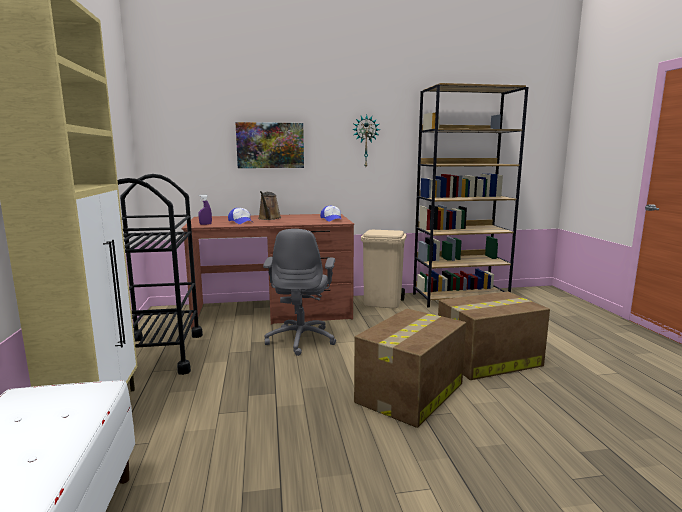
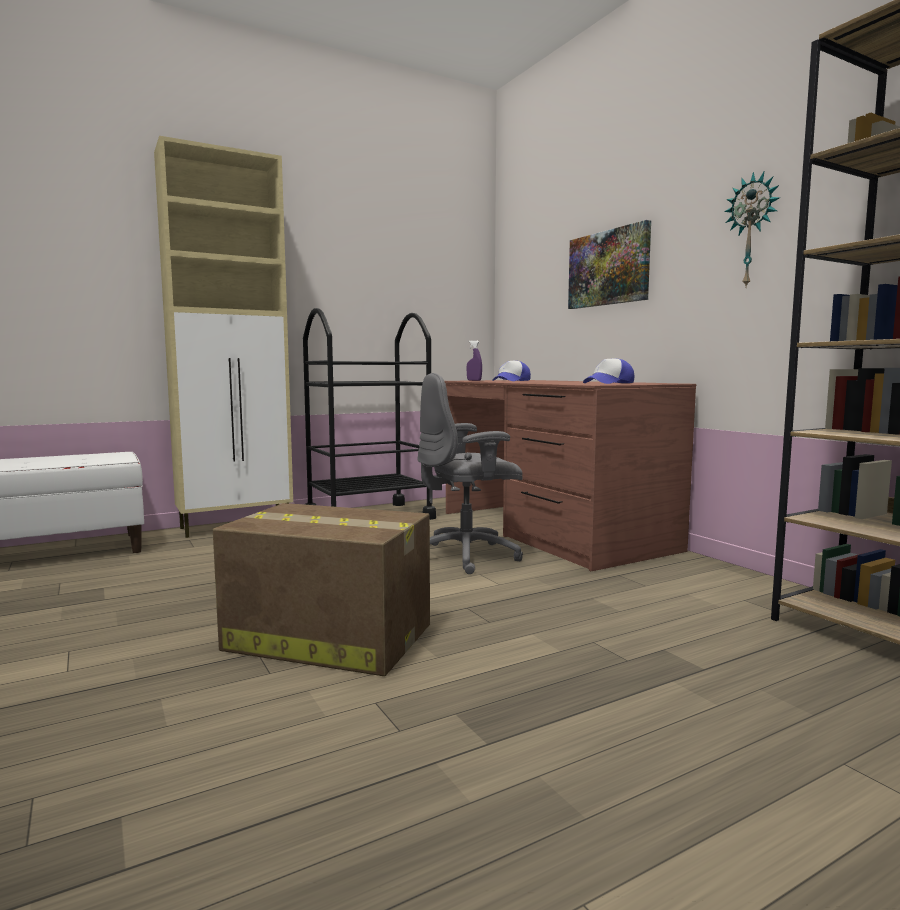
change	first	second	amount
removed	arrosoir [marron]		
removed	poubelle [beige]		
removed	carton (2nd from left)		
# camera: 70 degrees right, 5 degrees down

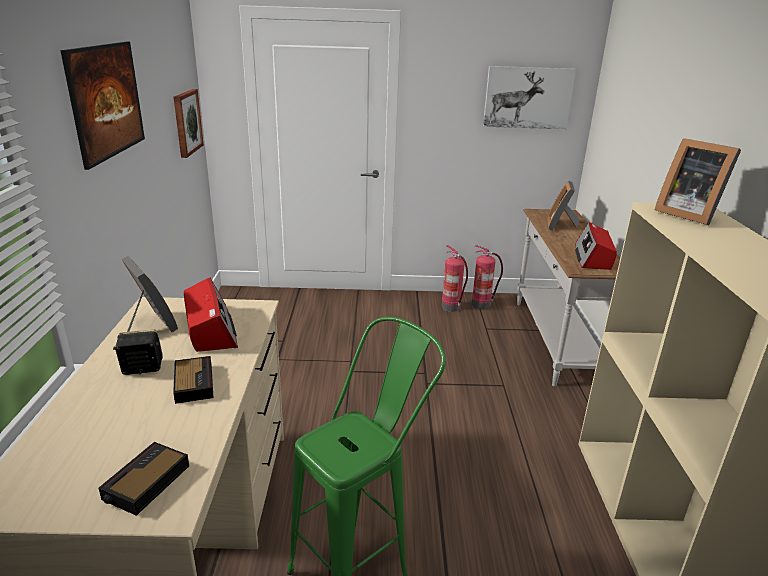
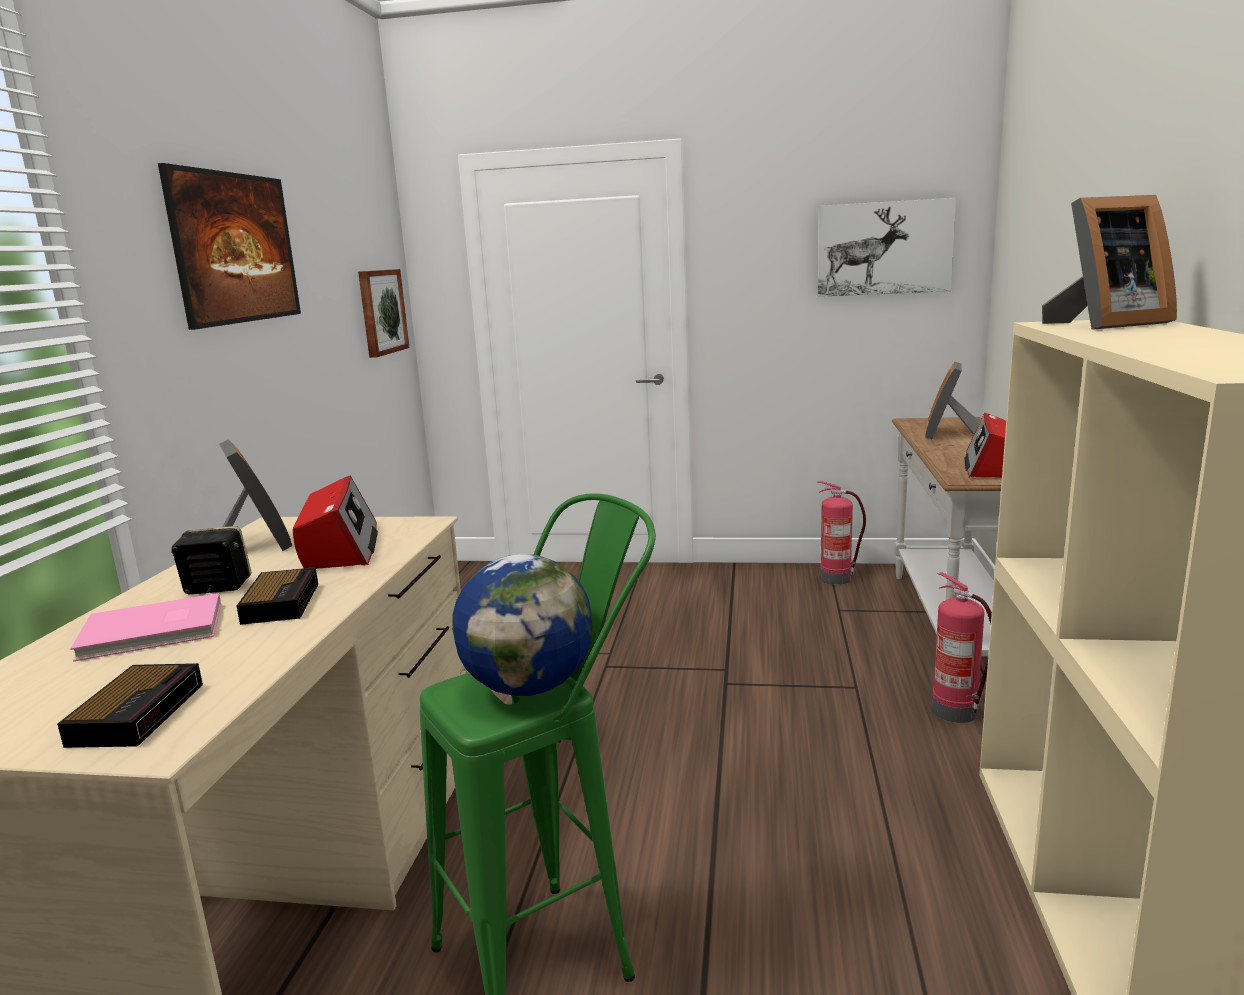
change	first	second	amount
added		livre [rose]	
added		globe	
moved	extincteur (1st from left in the first image)	extincteur (2nd from left)	
turned	réveil (1st from left)		150 degrees clockwise
turned	cadre photo (3rd from left)		75 degrees counterclockwise
# camera: 10 degrees right, 10 degrees down

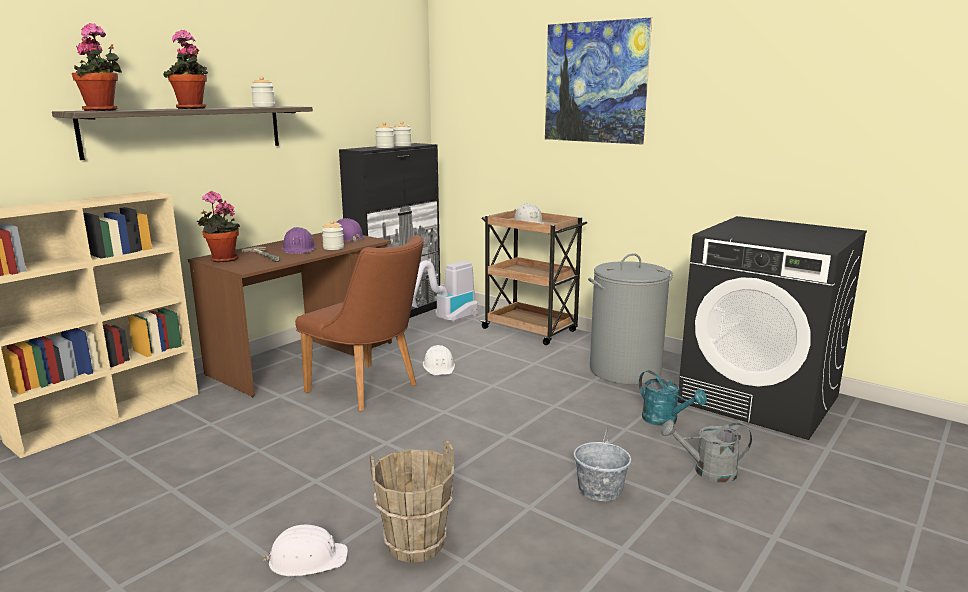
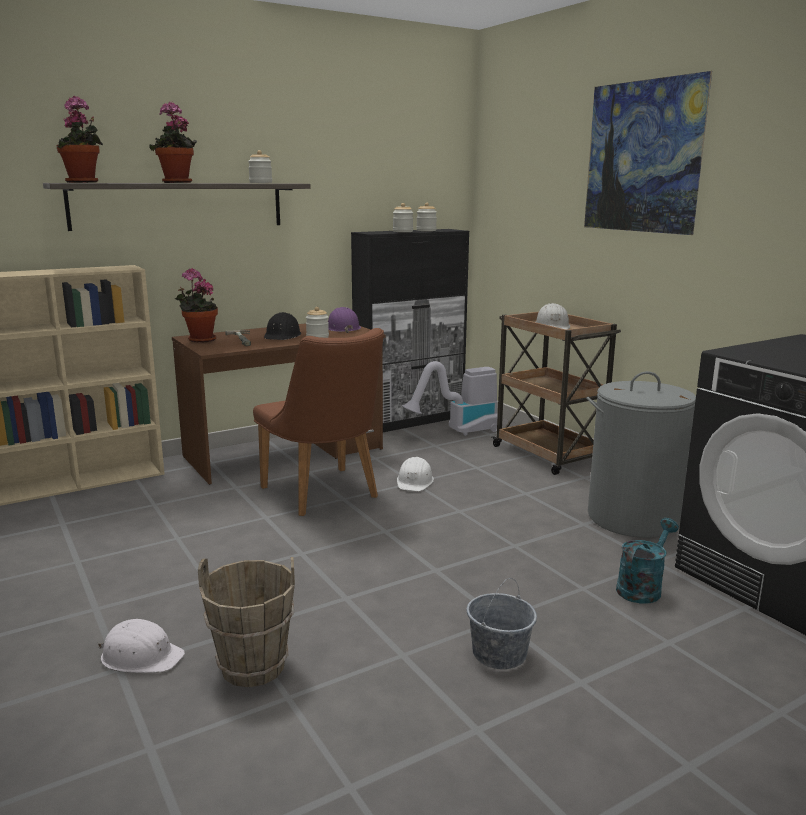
change	first	second	amount
removed	arrosoir [gris]		
recoloured	casque de chantier [violet] (1st from left)	casque de chantier [noir]	
turned	arrosoir [turquoise]		120 degrees counterclockwise
# camera: 20 degrees right, 0 degrees up

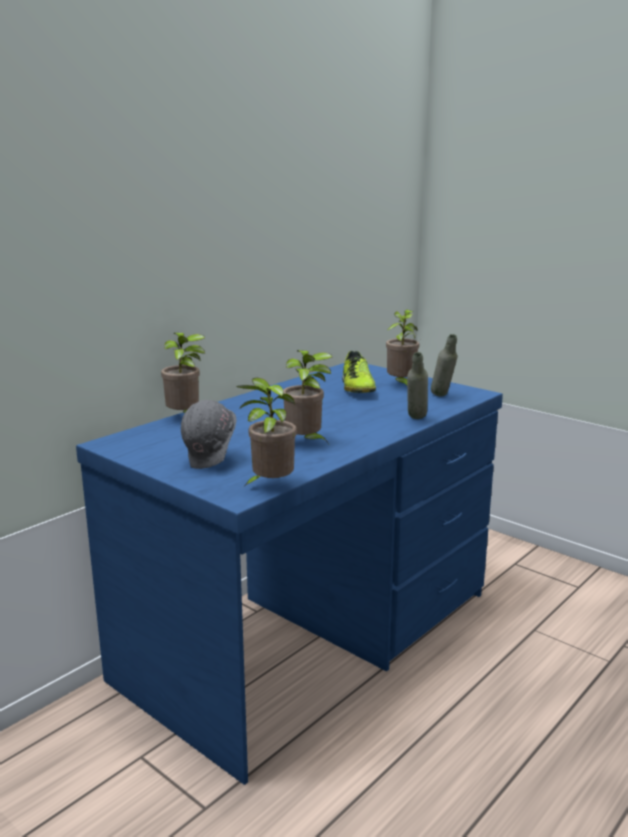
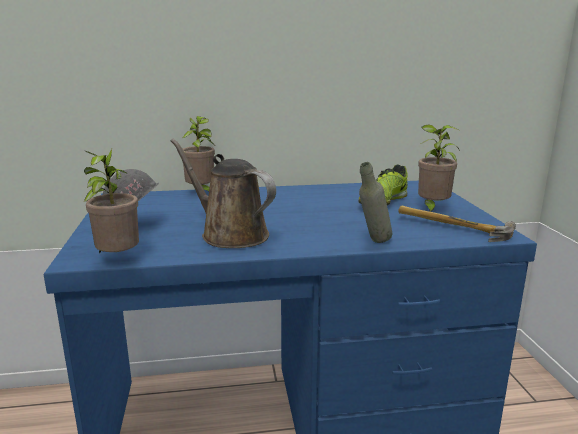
change	first	second	amount
replaced	plante en pot (3rd from left)	arrosoir [marron]	
replaced	bouteille [gris] (2nd from left)	marteau	
# camera: 40 degrees right, 0 degrees up

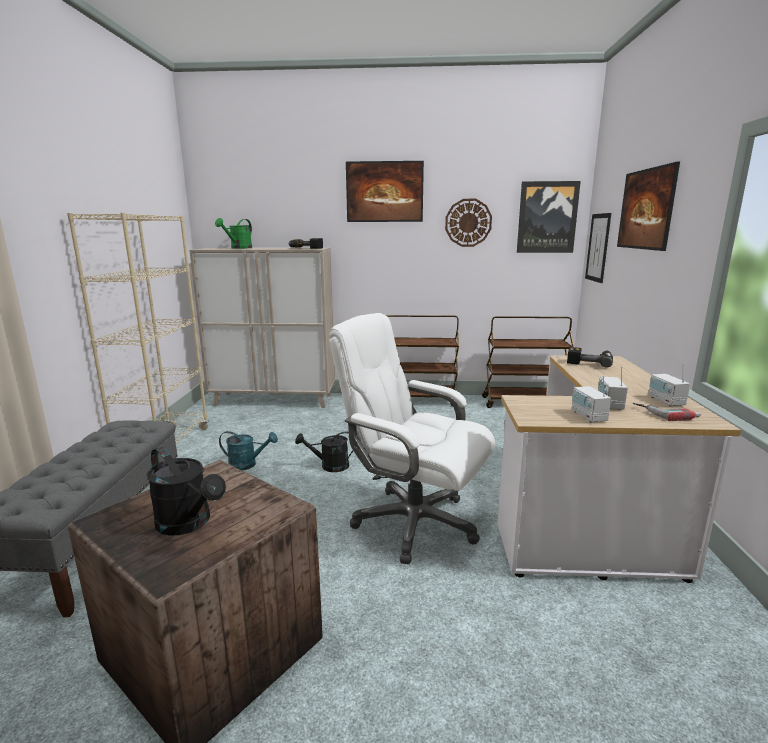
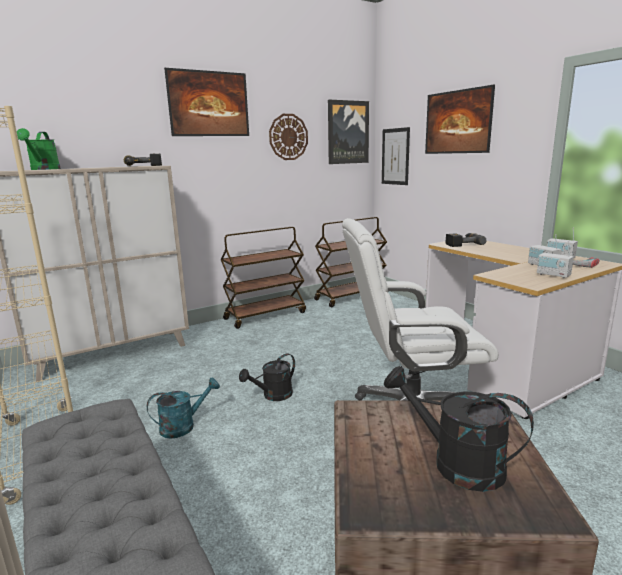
change	first	second	amount
turned	arrosoir [noir] (1st from left in the first image)	arrosoir [noir] (2nd from left)	150 degrees counterclockwise
# camera: 35 degrees left, 0 degrees up

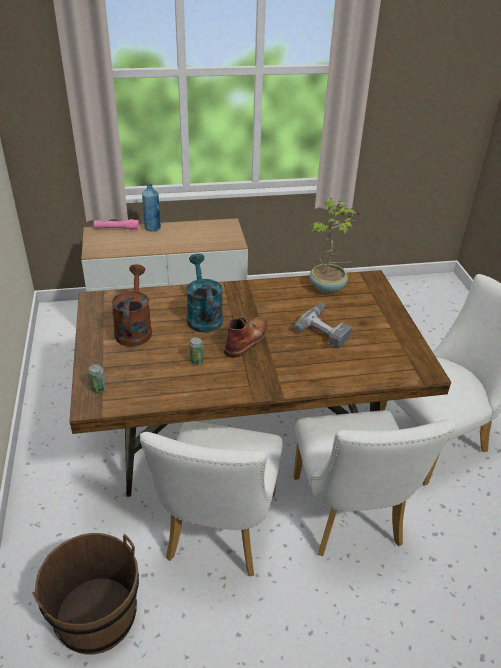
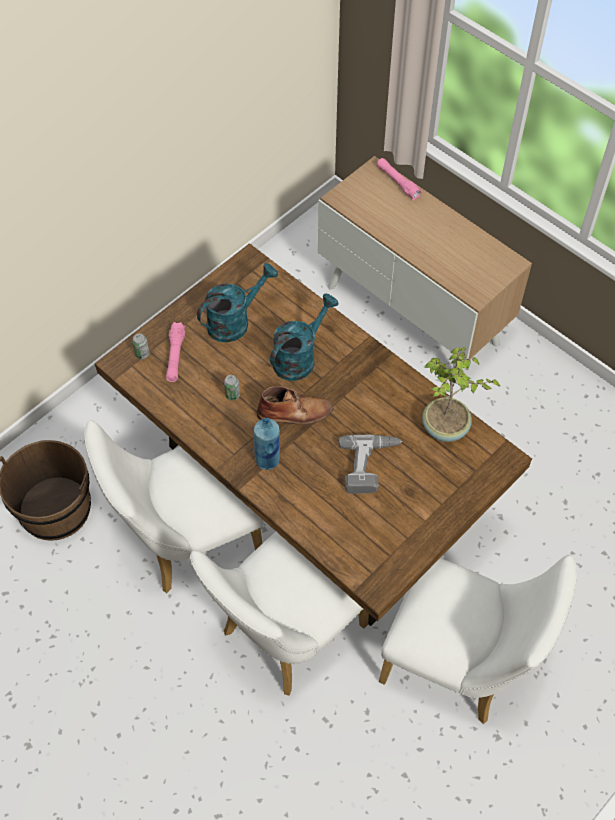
change	first	second	amount
added		lampe de poche [rose] (1st from left)	
moved	bouteille [bleu]		
recoloured	arrosoir [marron]	arrosoir [turquoise] (1st from left)	
# camera: 55 degrees right, 20 degrees up

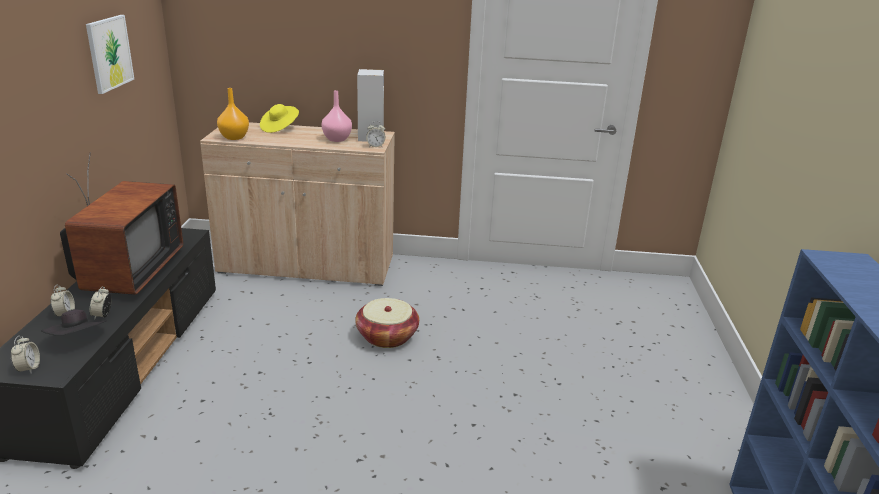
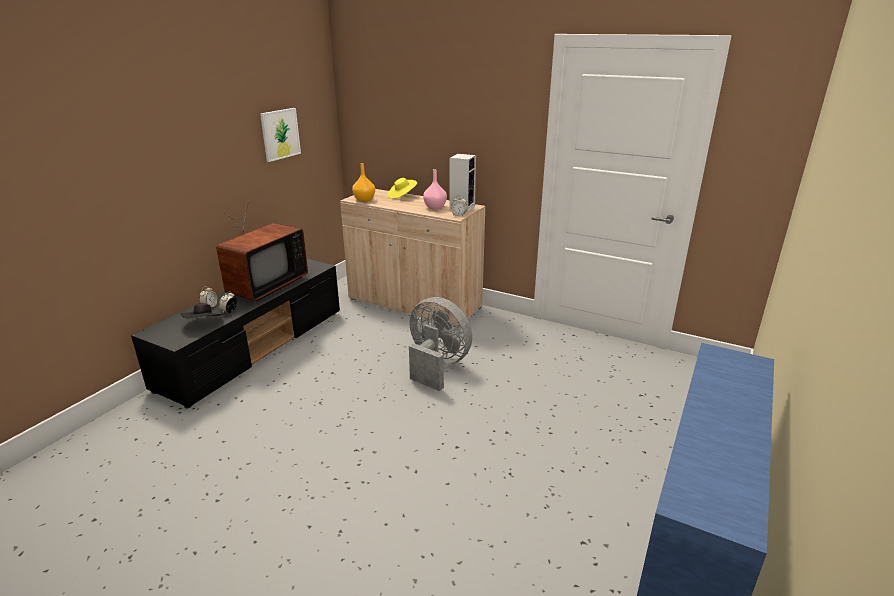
change	first	second	amount
removed	réveil (1st from left)		
replaced	panier	ventilateur [gris]	
# camera: 25 degrees right, 0 degrees up

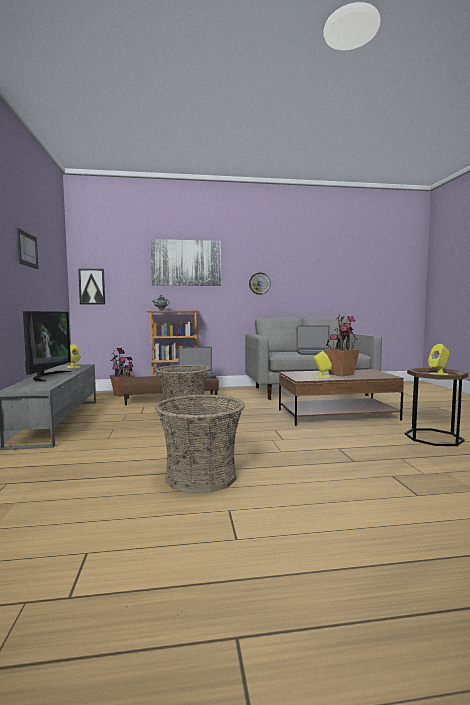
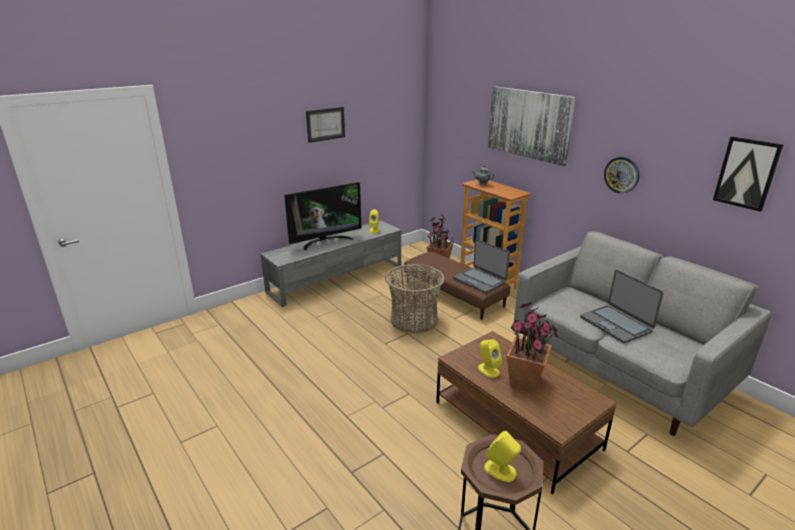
change	first	second	amount
removed	panier (2nd from left)		
moved	tableau (2nd from left in the first image)	tableau (3rd from left)	
# camera: 60 degrees right, 20 degrees up

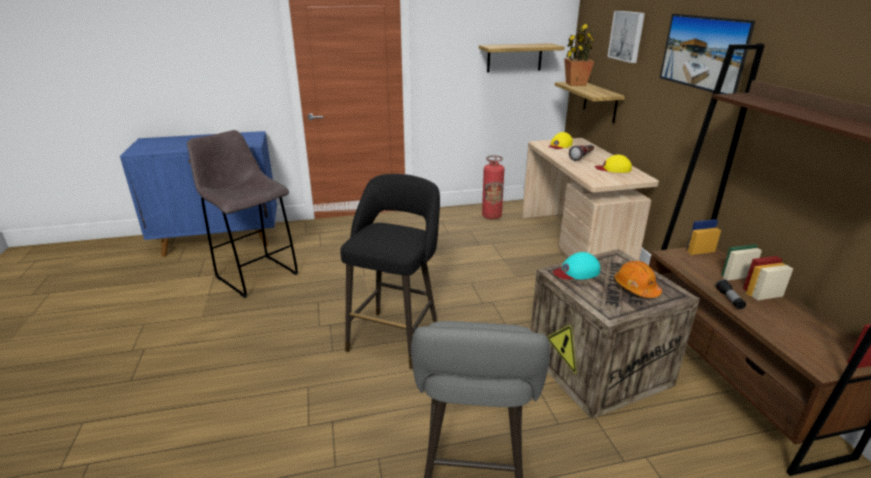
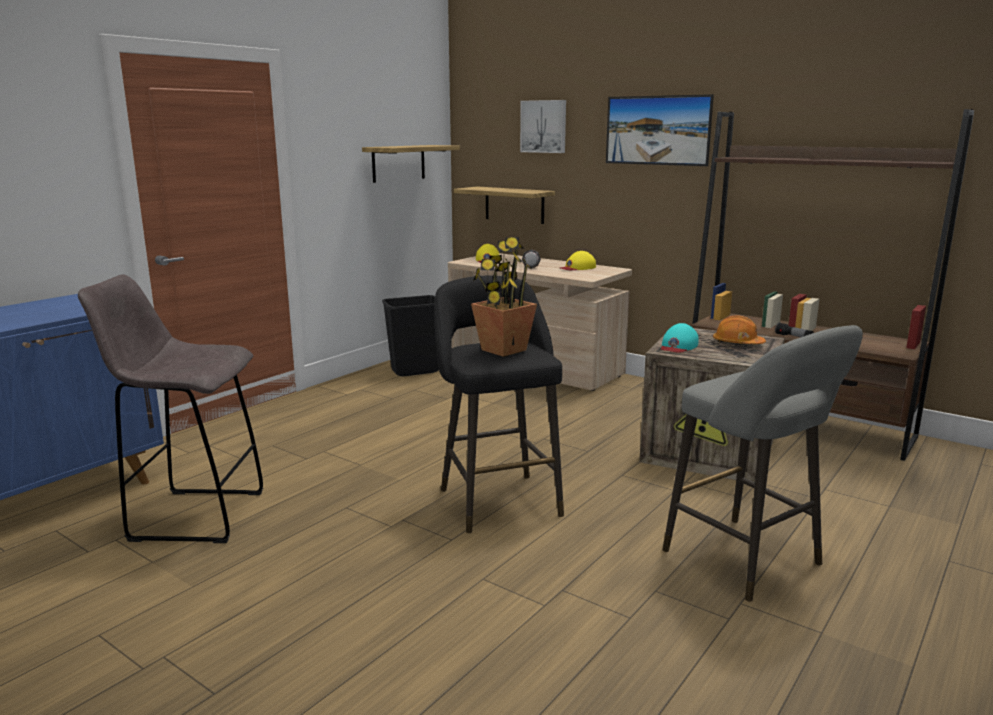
change	first	second	amount
moved	plante en pot		
replaced	extincteur	poubelle [noir]	
# camera: 40 degrees left, 10 degrees down

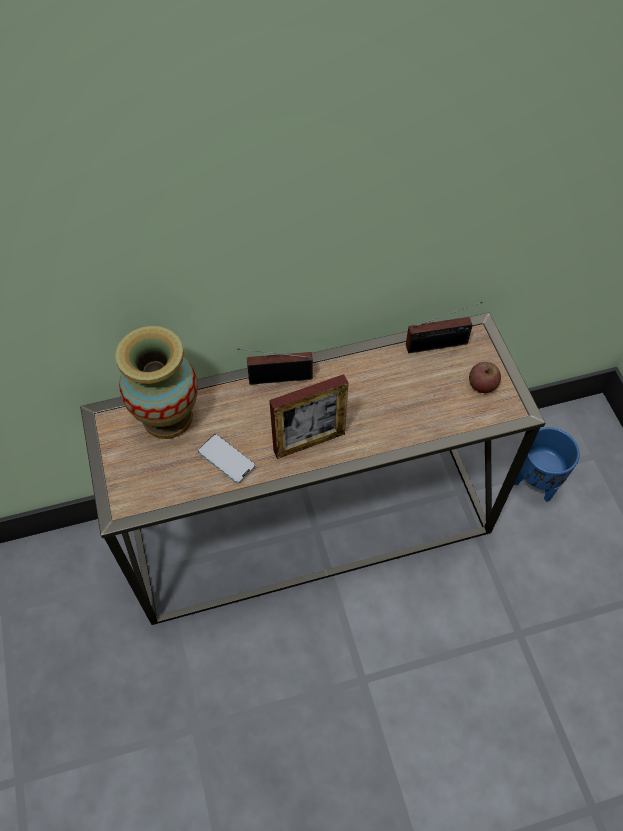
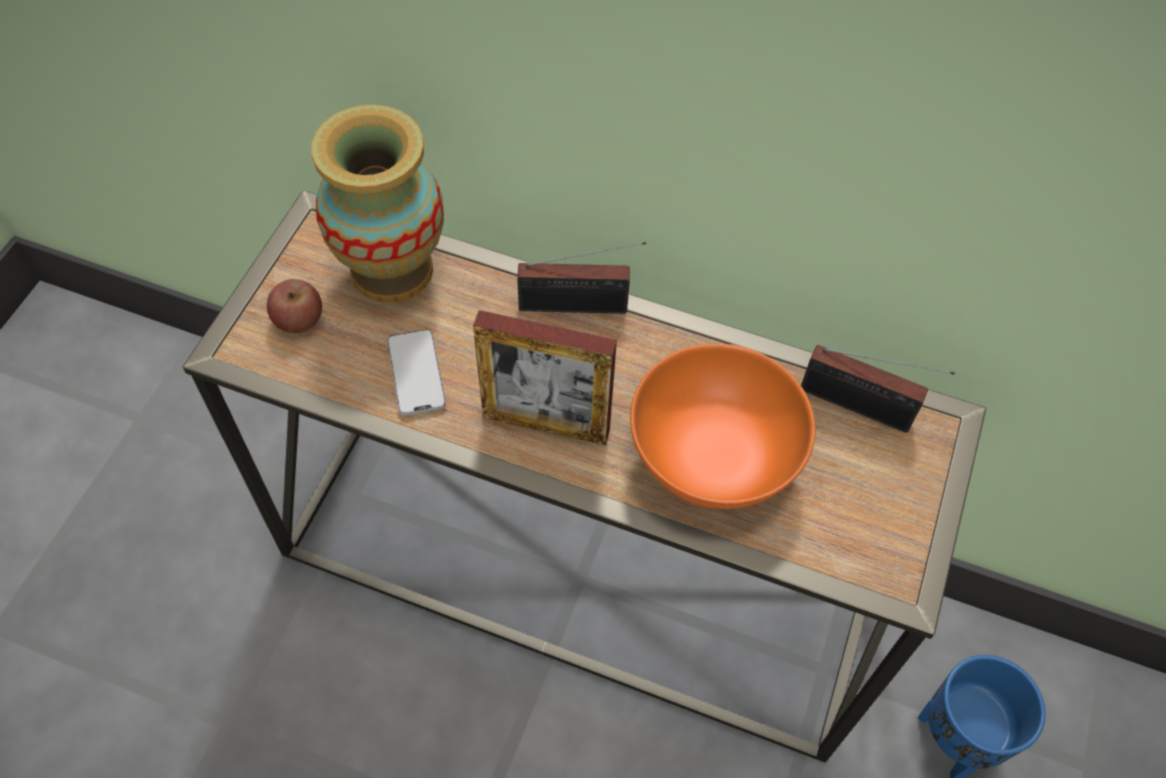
change	first	second	amount
added		bol [orange]	
moved	pomme		
turned	radio (1st from left)		150 degrees clockwise
# camera: 35 degrees right, 0 degrees up

